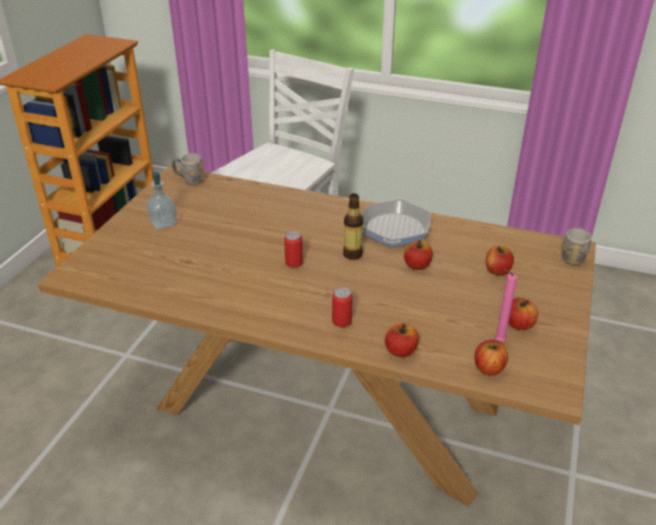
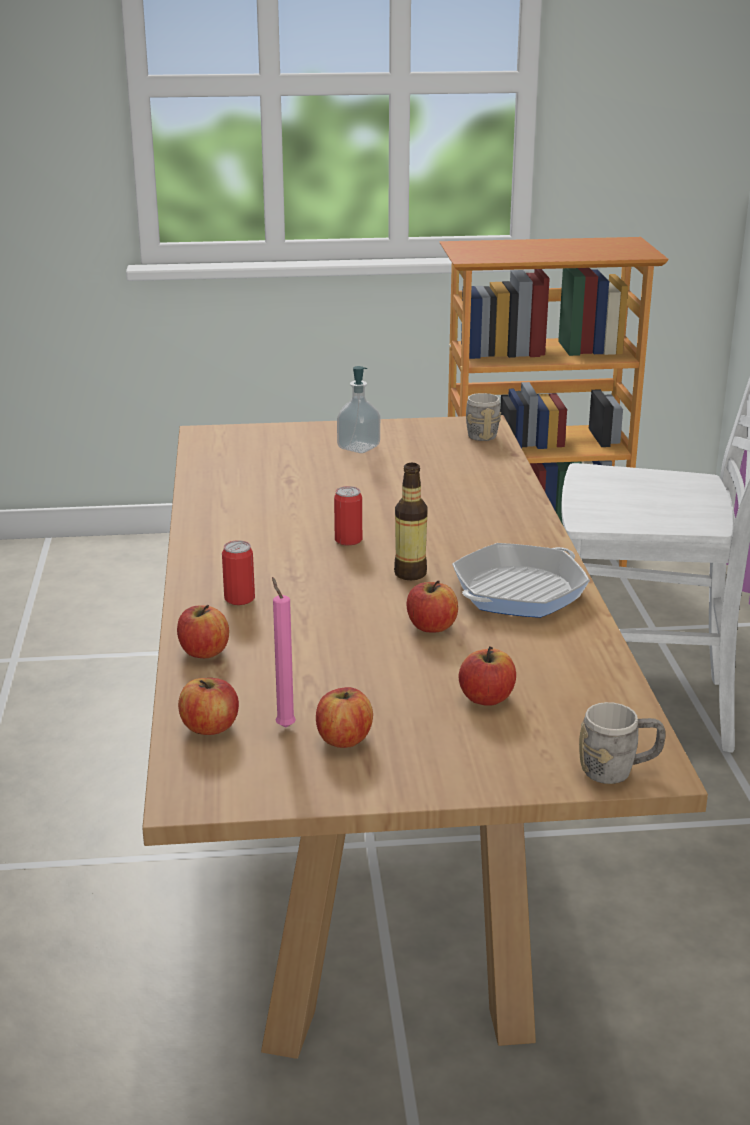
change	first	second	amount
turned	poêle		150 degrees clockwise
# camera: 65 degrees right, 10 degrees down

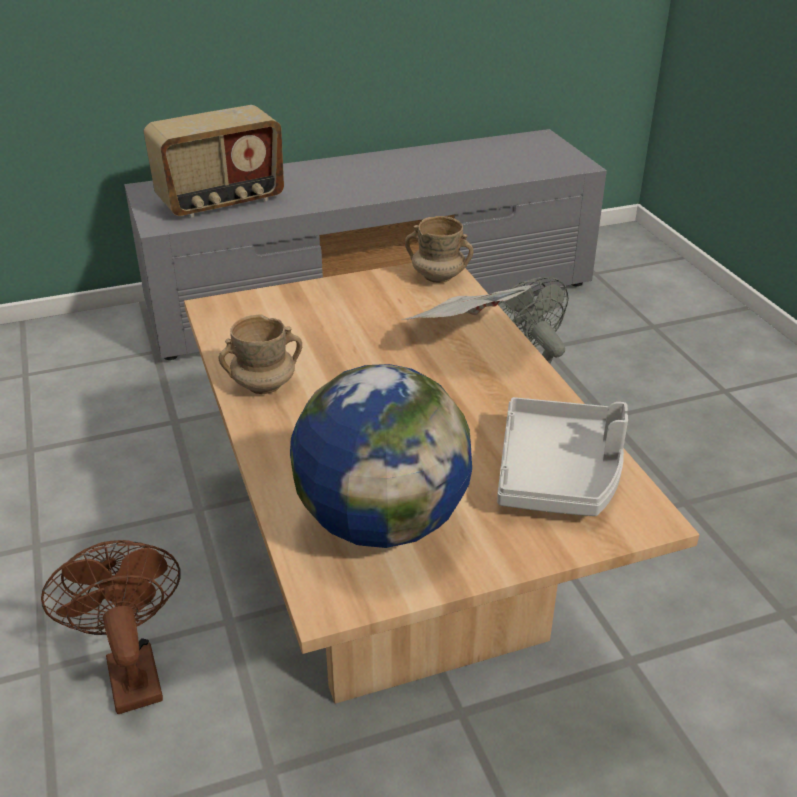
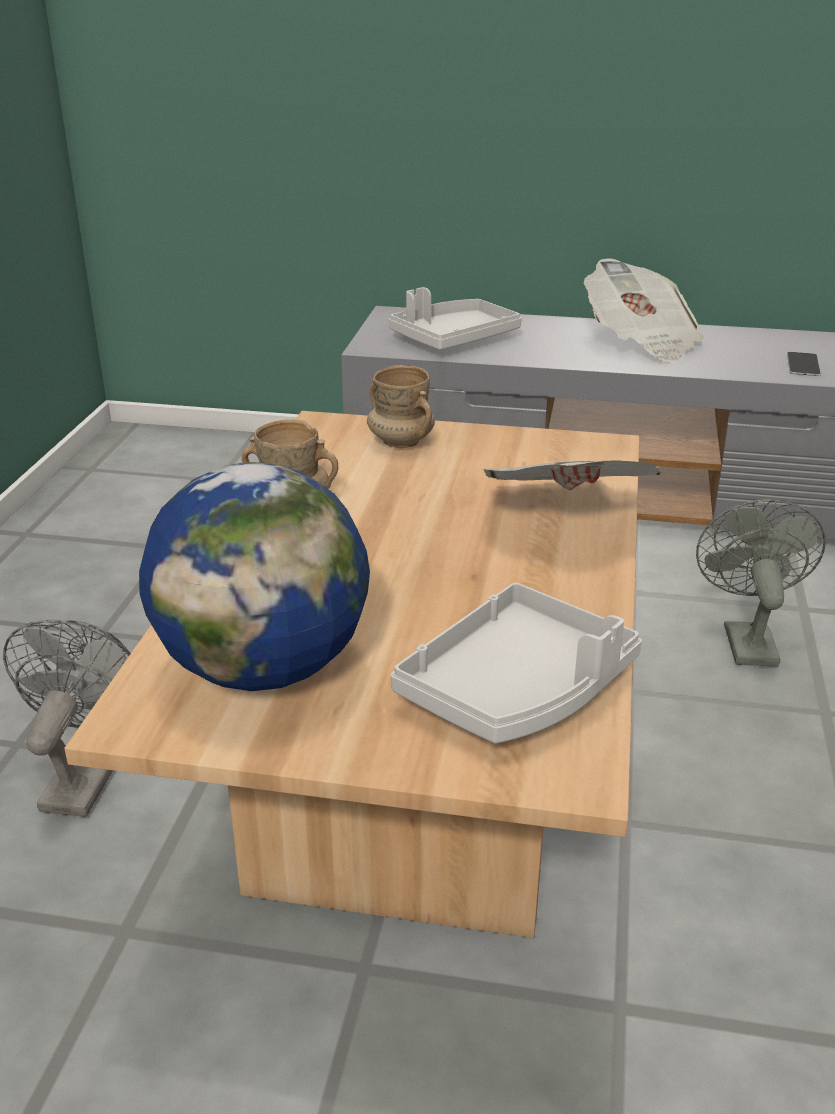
change	first	second	amount
added		journal (2nd from left)	
added		téléphone	
moved	mug [beige] (2nd from left)		
replaced	radio	plateau [gris] (1st from left)	
recoloured	ventilateur [marron]	ventilateur [gris] (1st from left)	
# camera: 30 degrees right, 5 degrees down

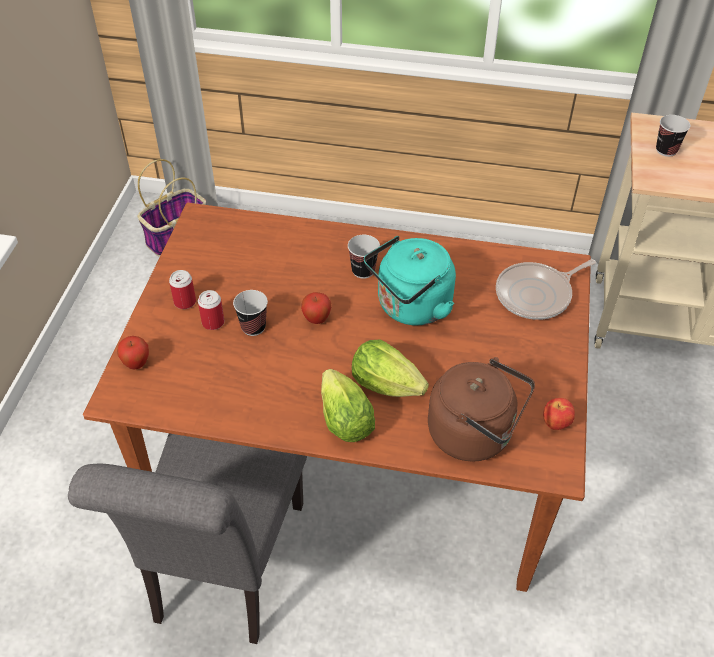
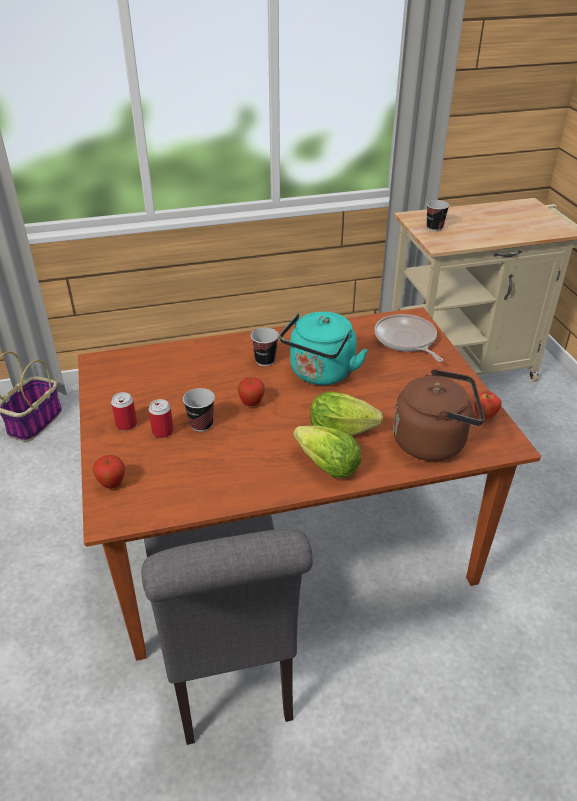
change	first	second	amount
turned	poêle		120 degrees clockwise
# camera: 25 degrees left, 10 degrees down

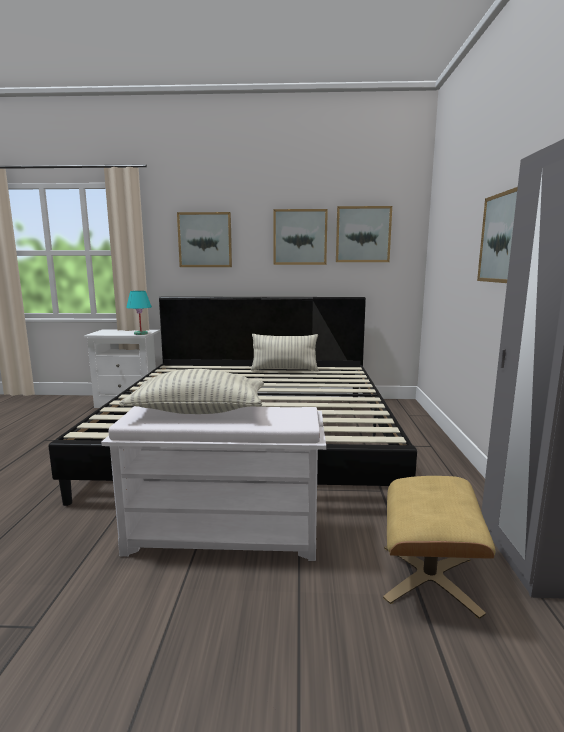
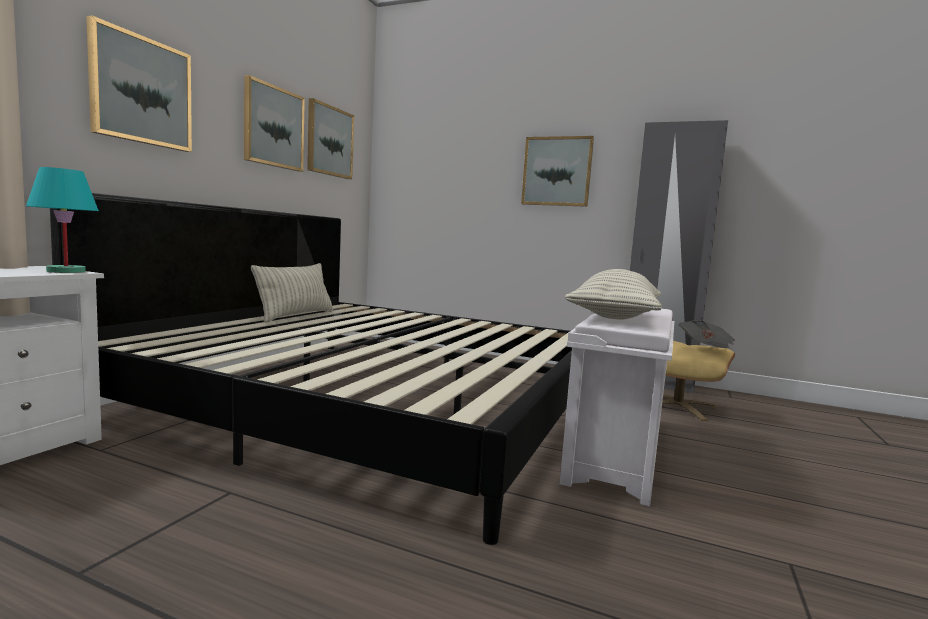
change	first	second	amount
added		journal	
# camera: 70 degrees left, 5 degrees down

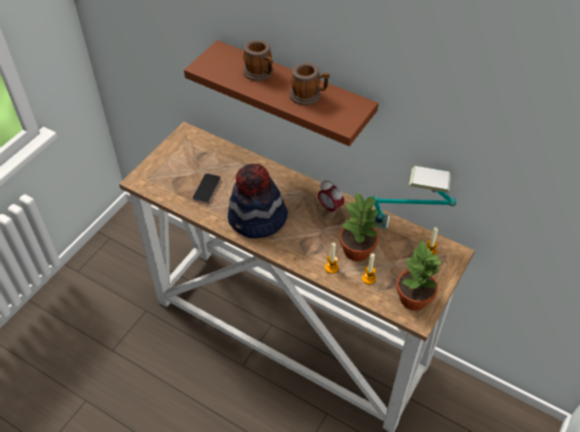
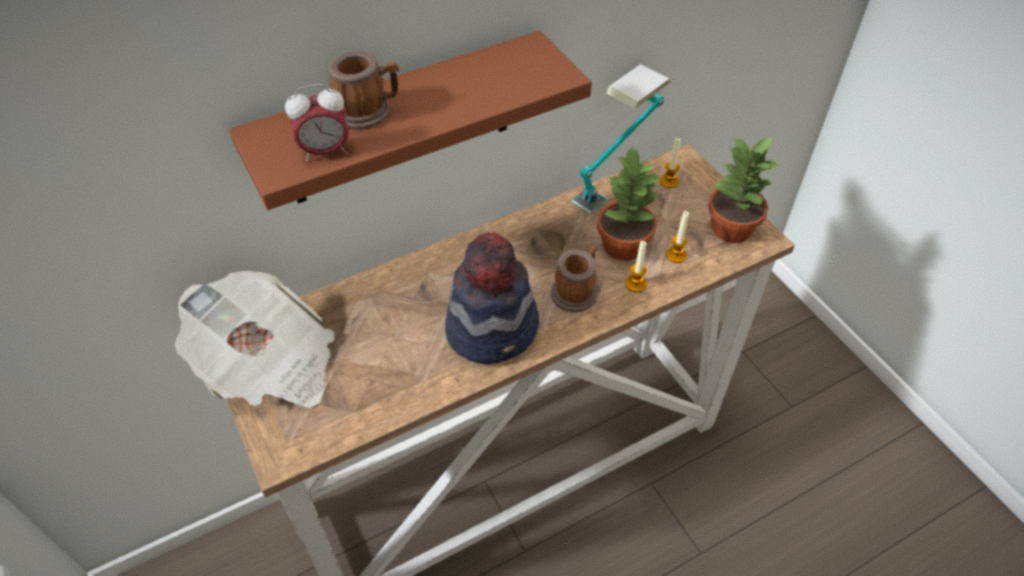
change	first	second	amount
removed	téléphone		
added		journal	
moved	mug (2nd from left)		
moved	réveil		
# camera: 60 degrees left, 0 degrees up

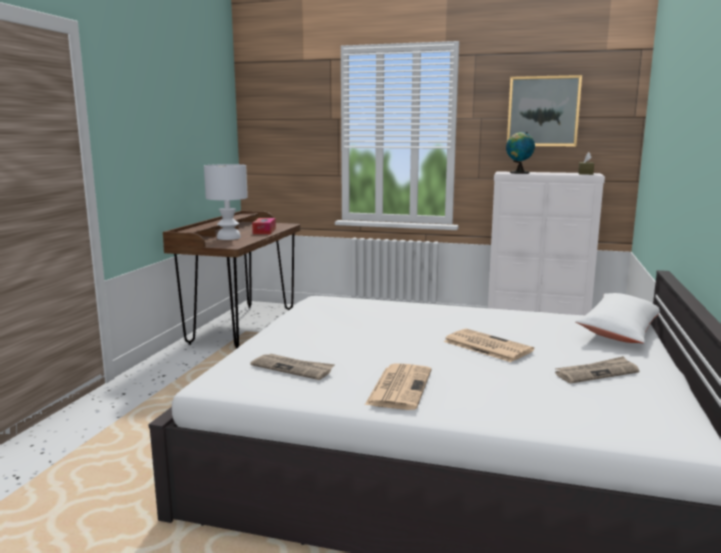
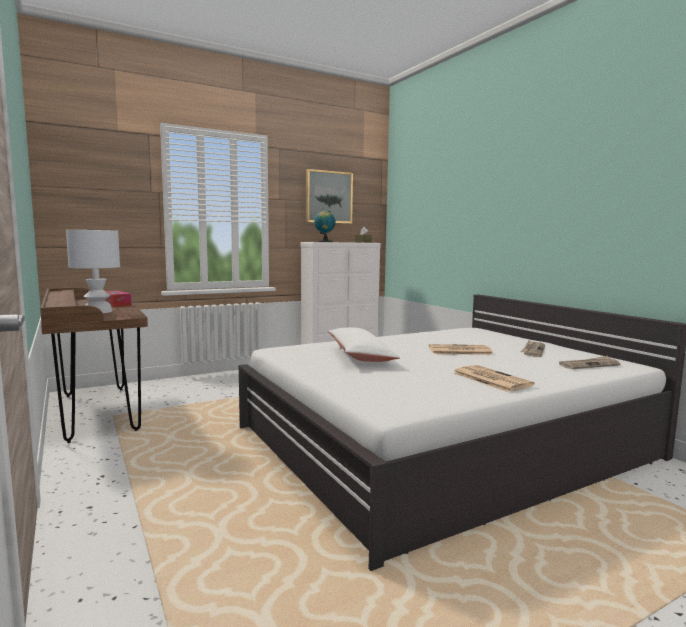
change	first	second	amount
moved	journal (1st from left in the first image)	journal (4th from left)	
moved	coussin [blanc]		
# camera: 45 degrees left, 5 degrees down

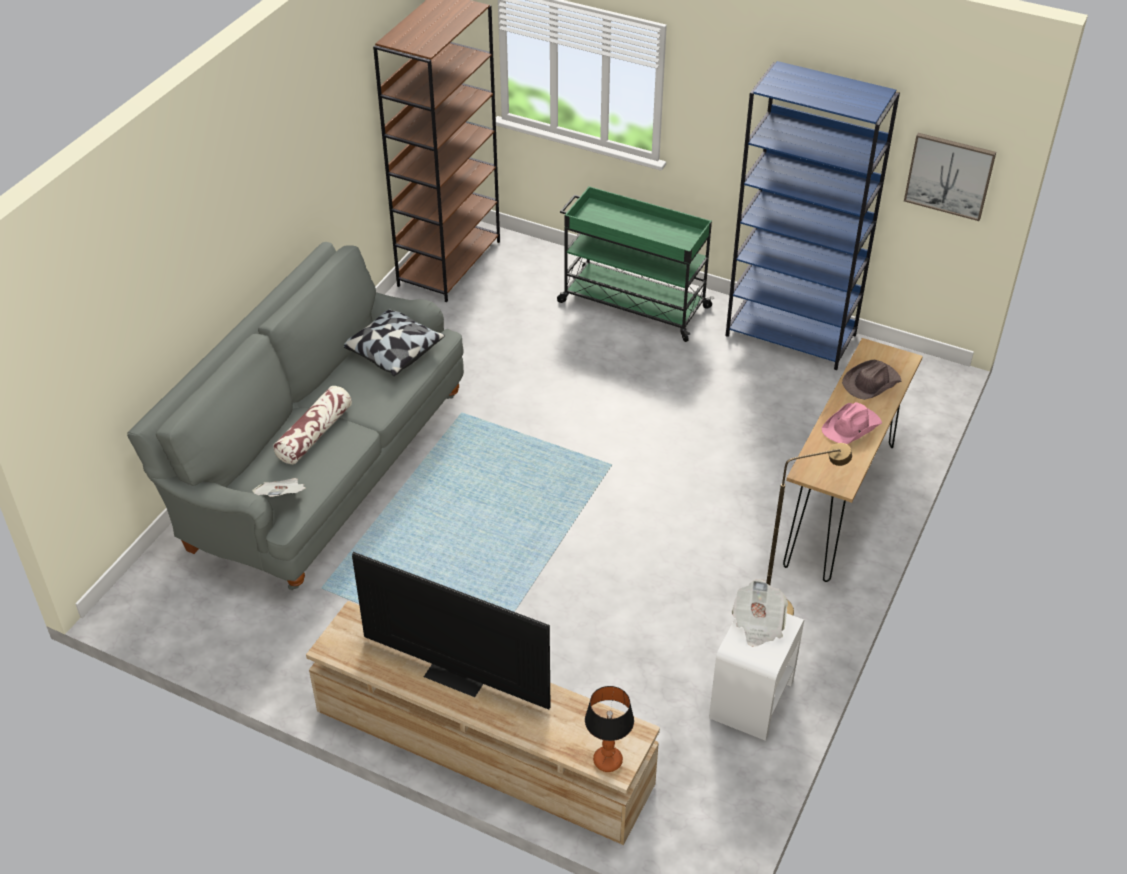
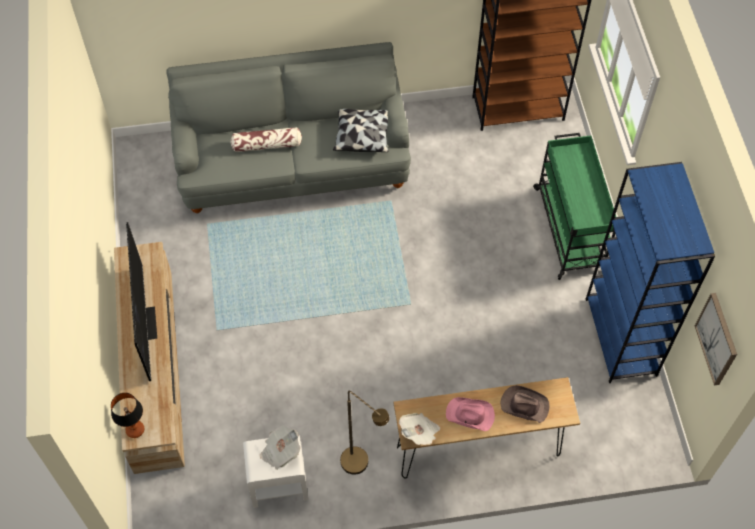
change	first	second	amount
moved	journal (1st from left in the first image)	journal (2nd from left)	
# camera: 55 degrees right, 15 degrees up

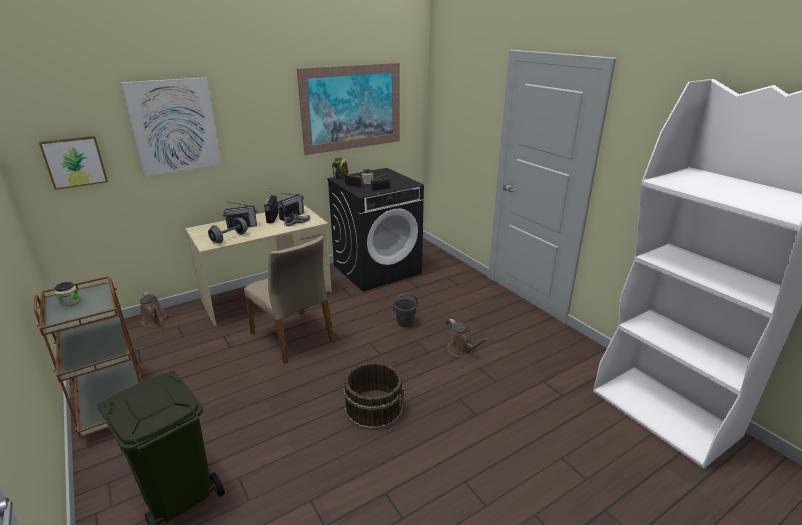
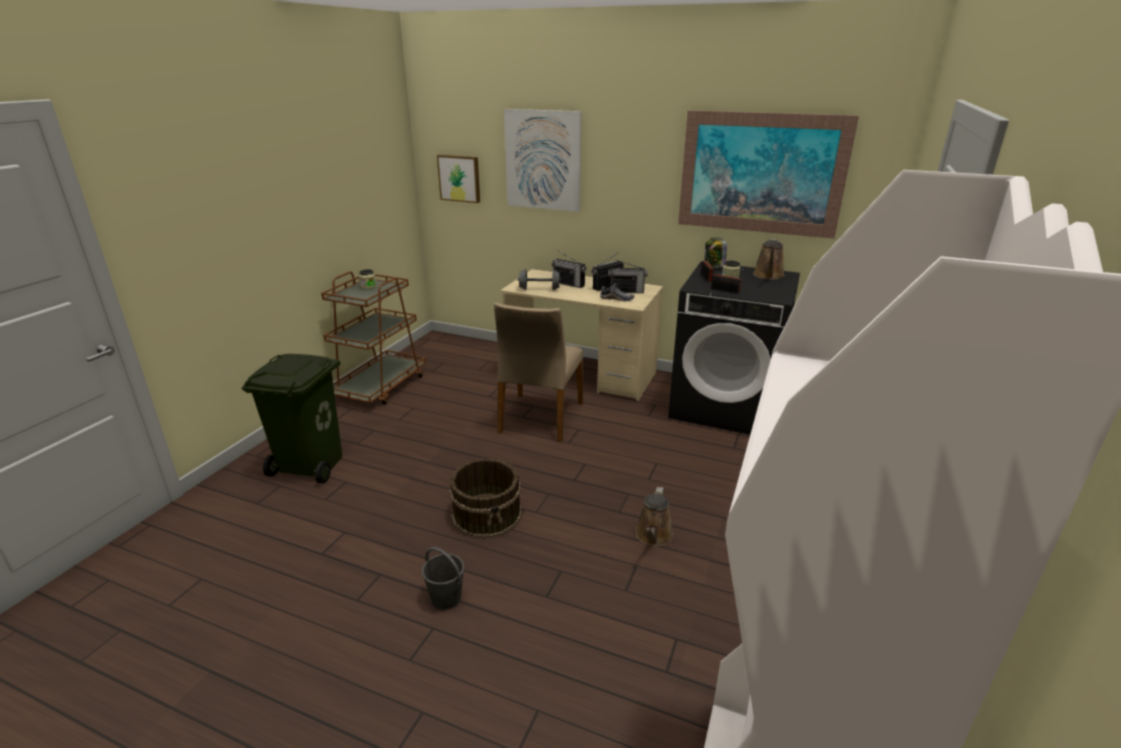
change	first	second	amount
moved	arrosoir [marron] (1st from left in the first image)	arrosoir [marron] (2nd from left)	
moved	seau [gris]		
# camera: 55 degrees right, 0 degrees up

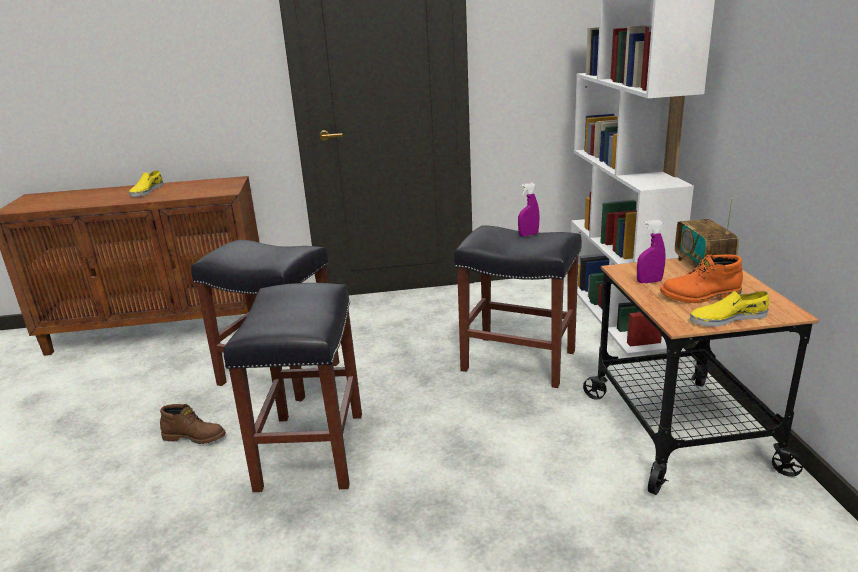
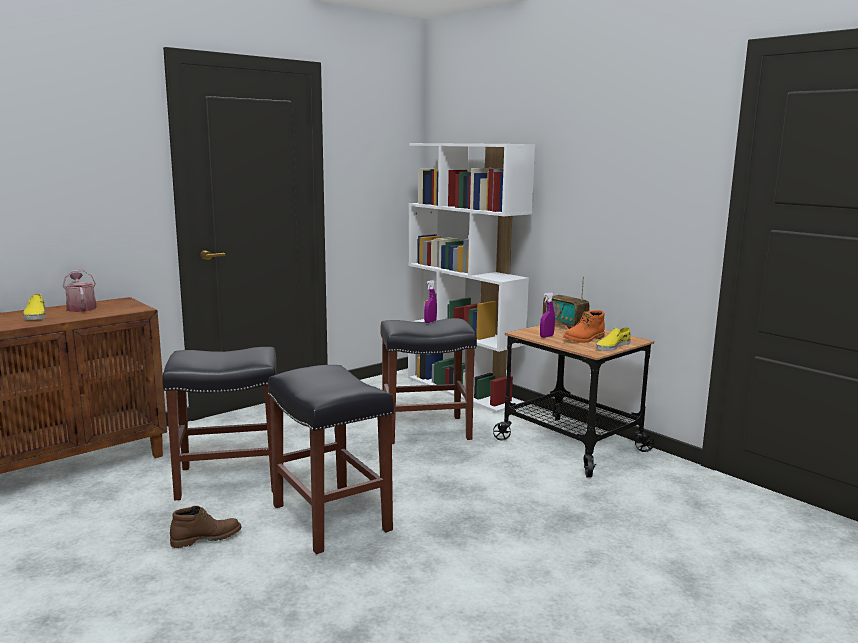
change	first	second	amount
added		arrosoir	
# camera: 35 degrees left, 10 degrees down

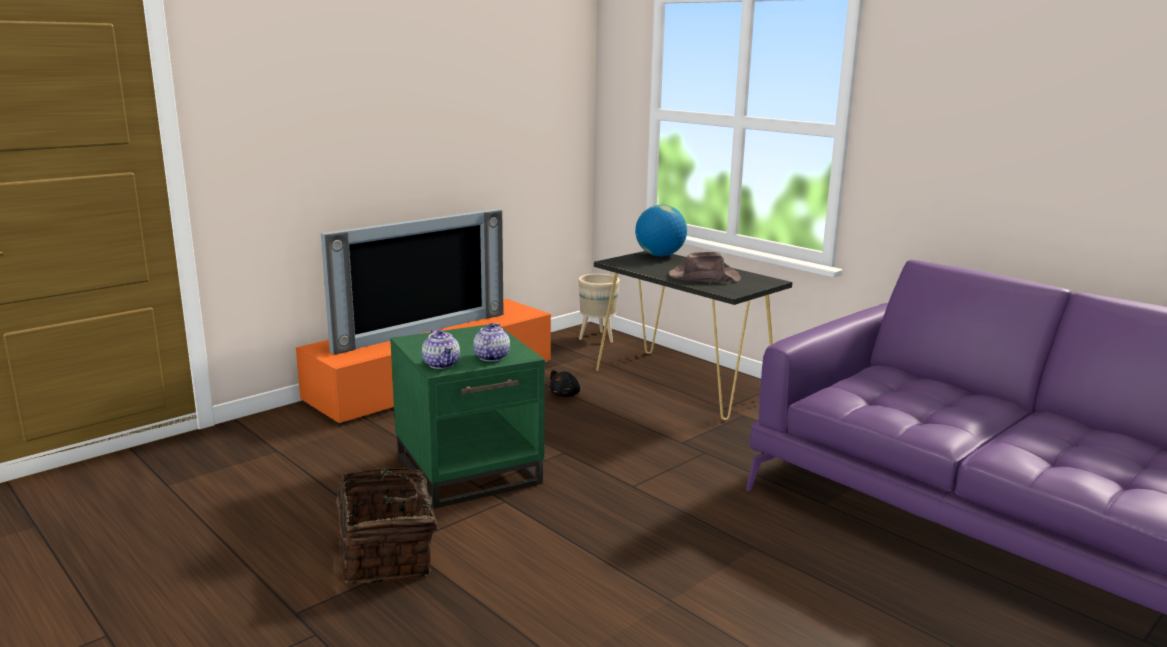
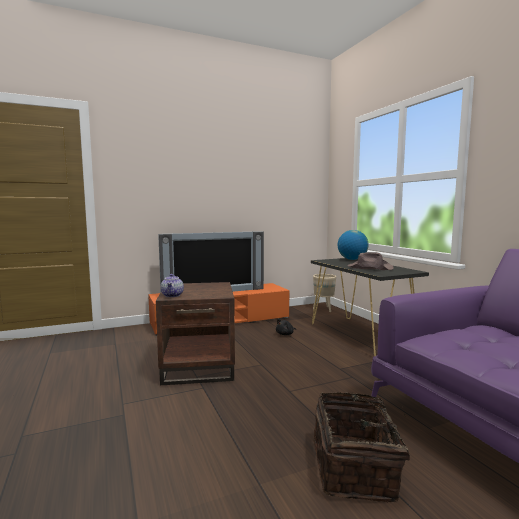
change	first	second	amount
removed	théière (2nd from left)		
moved	panier		
recoloured	table d'appoint [vert]	table d'appoint [marron]	
# camera: 20 degrees right, 10 degrees down

